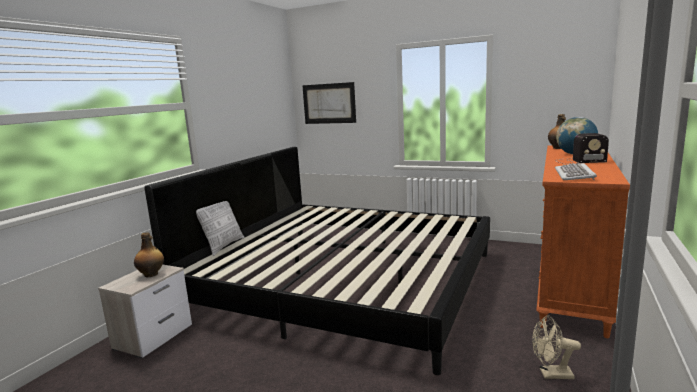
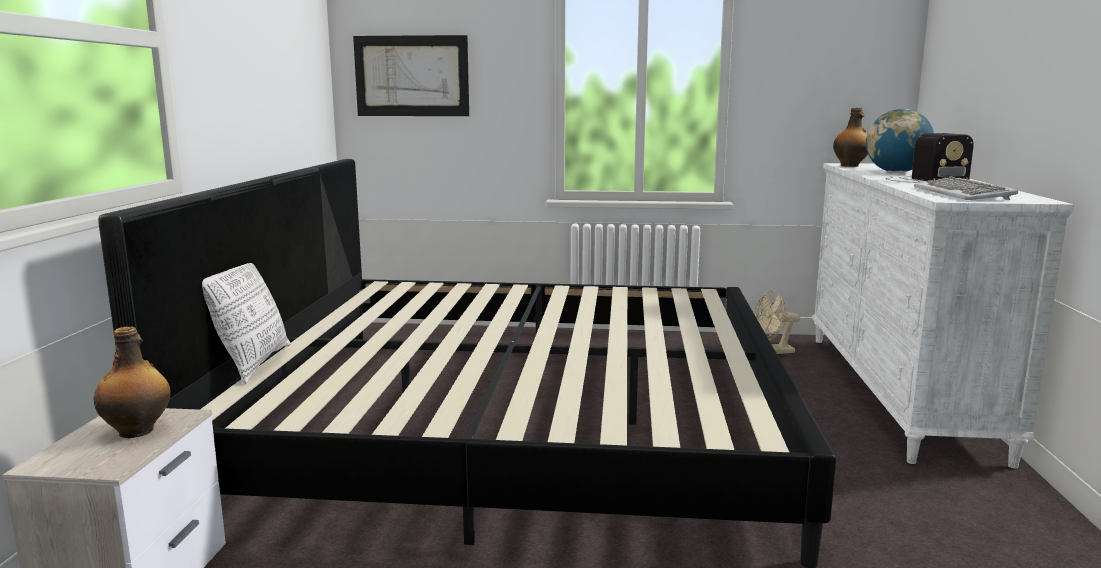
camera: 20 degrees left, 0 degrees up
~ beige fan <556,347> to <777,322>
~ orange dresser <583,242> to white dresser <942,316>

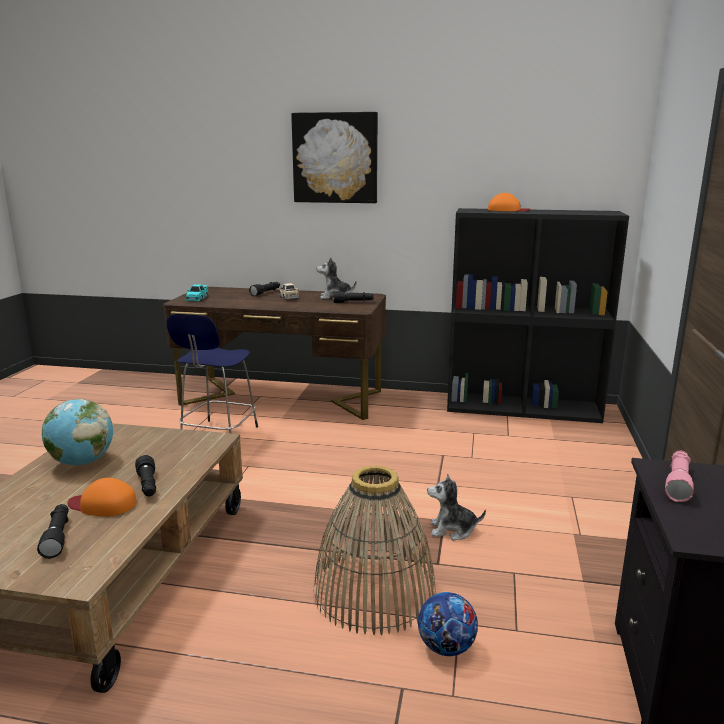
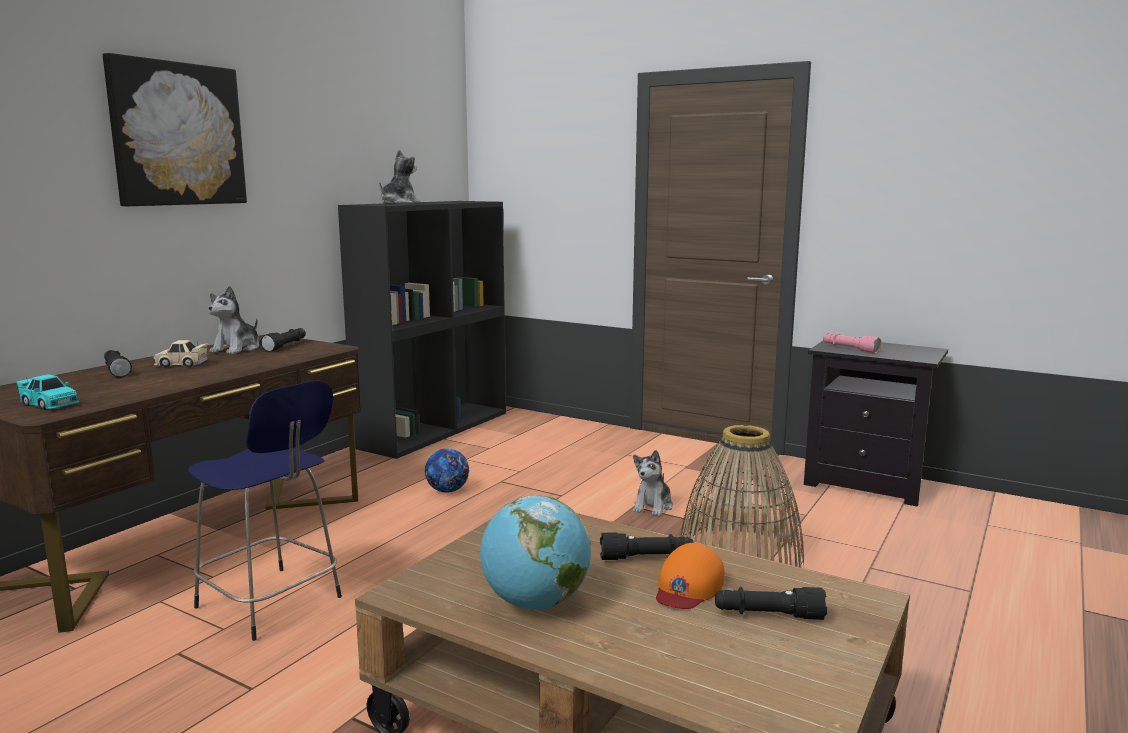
camera: 70 degrees left, 5 degrees down
~ football <448,624> to <447,470>
~ orange cap <509,202> to plush toy <400,177>

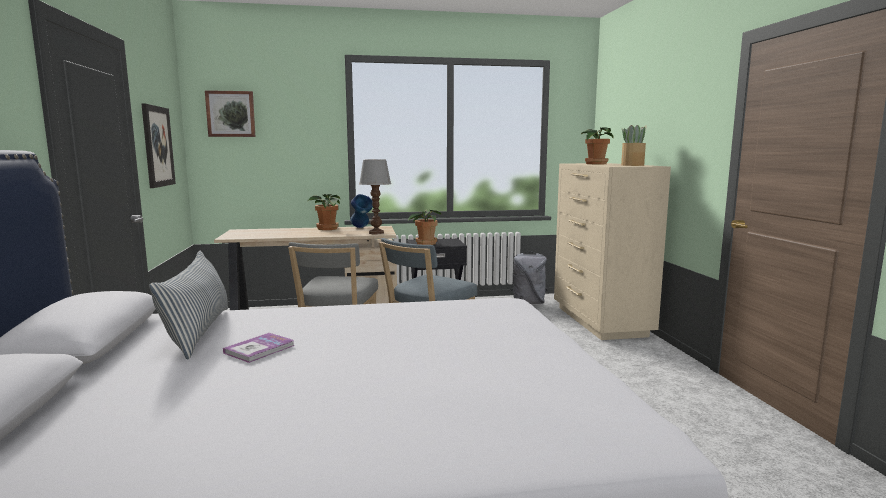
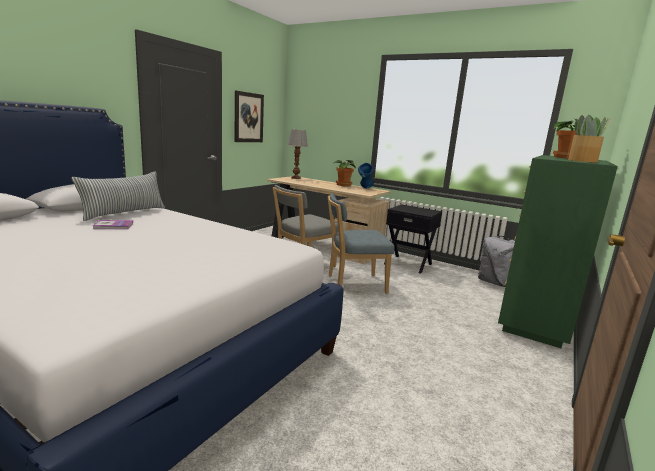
camera: 40 degrees right, 5 degrees up
- picture <230,113>
- potted plant <424,227>
~ table lamp <375,196> to <298,154>
~ beige dresser <612,251> to green dresser <558,251>

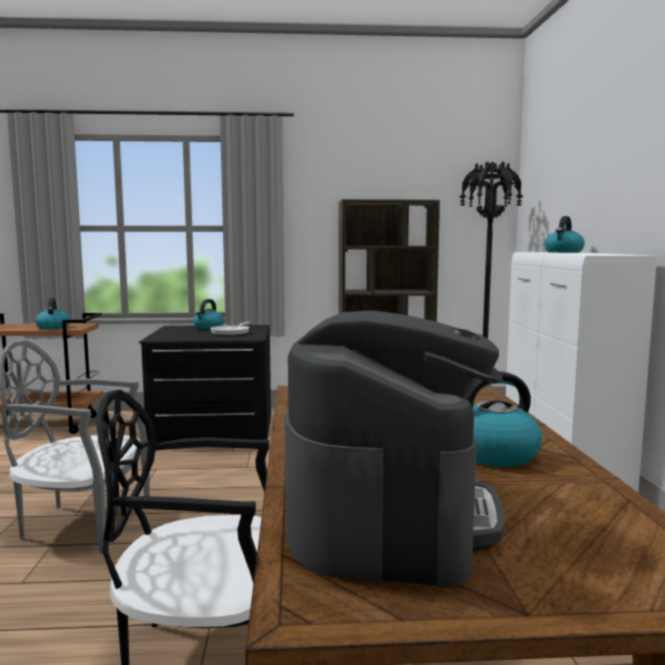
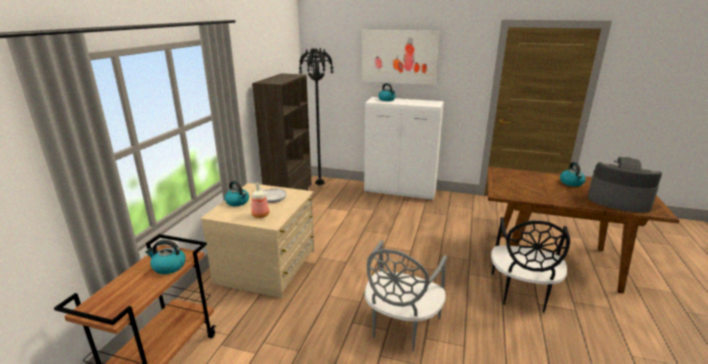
camera: 70 degrees left, 15 degrees up
+ bottle <260,200>
+ picture <400,57>
~ black dresser <205,384> to beige dresser <258,240>

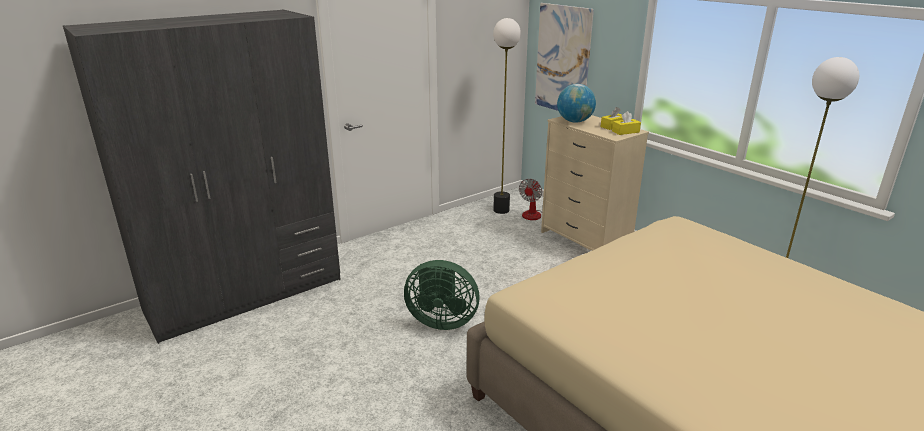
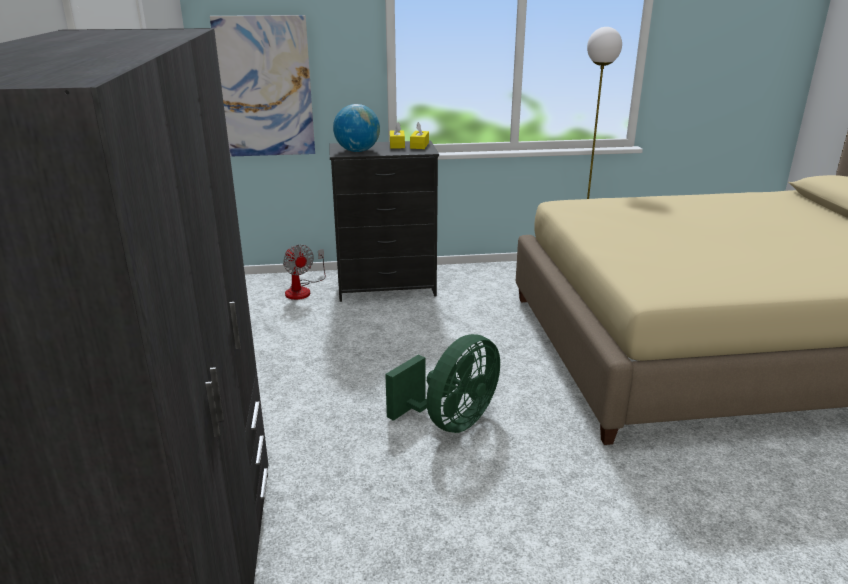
camera: 60 degrees left, 0 degrees up
- floor lamp <507,116>
~ beige dresser <595,183> to black dresser <384,221>

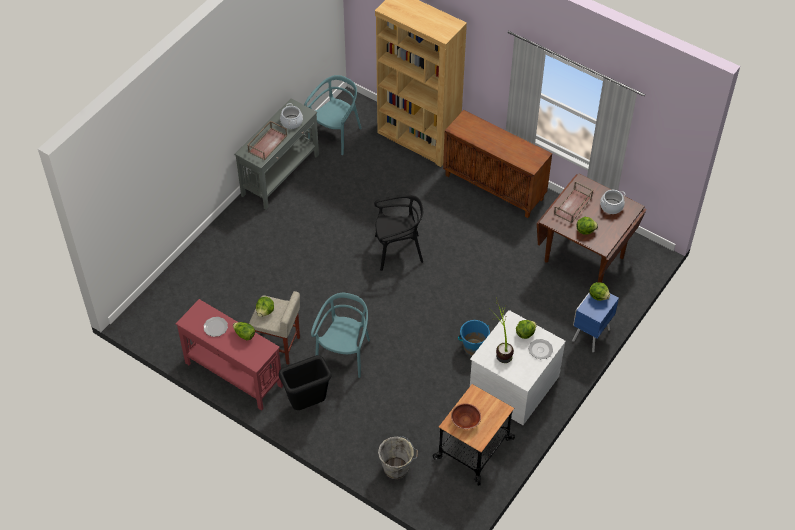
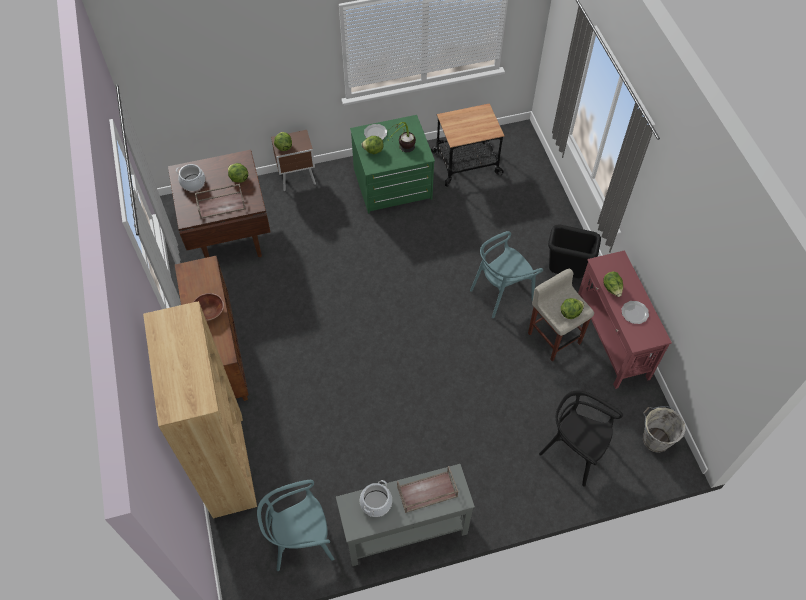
camera: 140 degrees left, 5 degrees up
- blue bucket <474,337>
~ black chair <398,233> to <581,439>
~ grey bucket <398,457> to <664,429>
~ brown bowl <466,416> to <208,307>
~ white dresser <518,367> to green dresser <392,164>
~ blue nightstand <595,322> to brown nightstand <293,160>

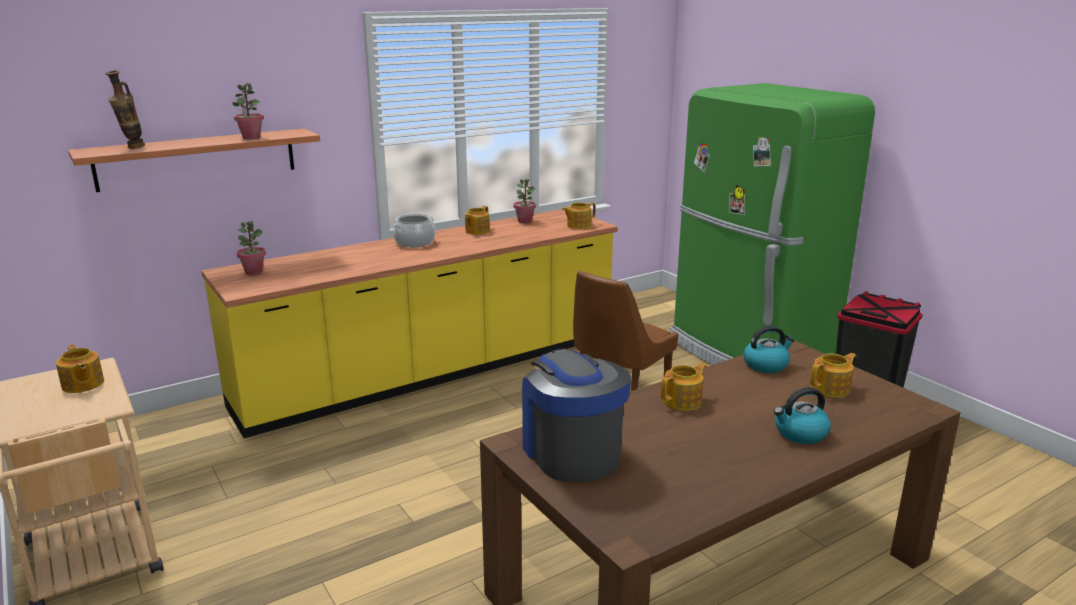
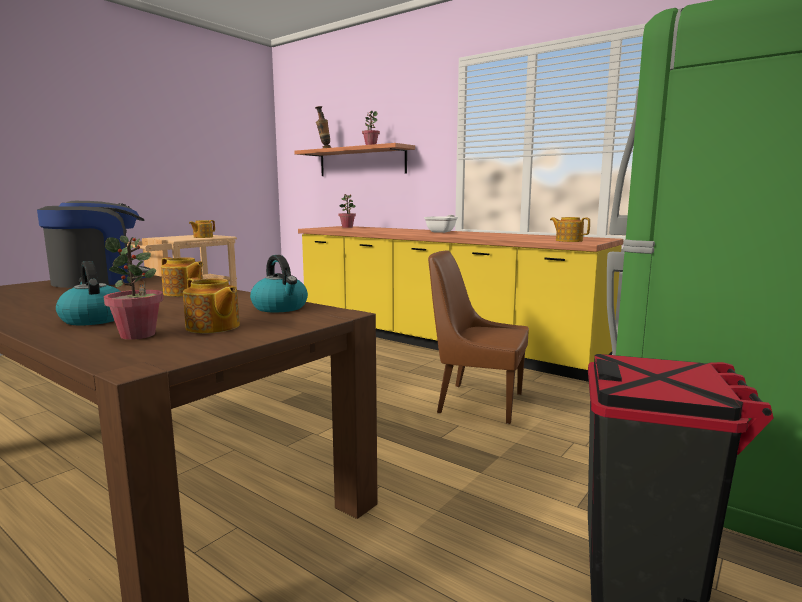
camera: 70 degrees right, 10 degrees down
- teapot <477,220>
~ potted plant <525,201> to <133,288>
~ cooking pot <414,230> to frying pan <441,224>

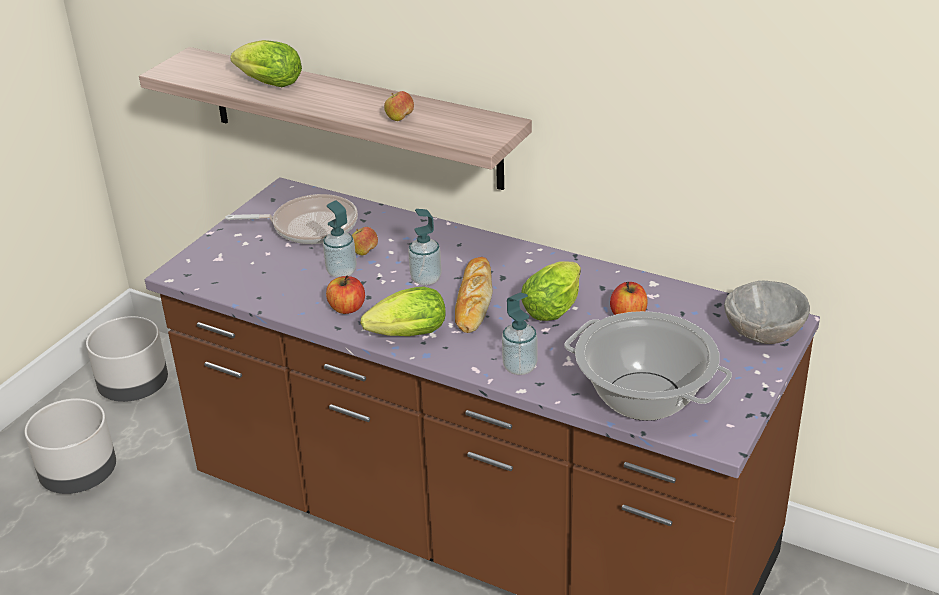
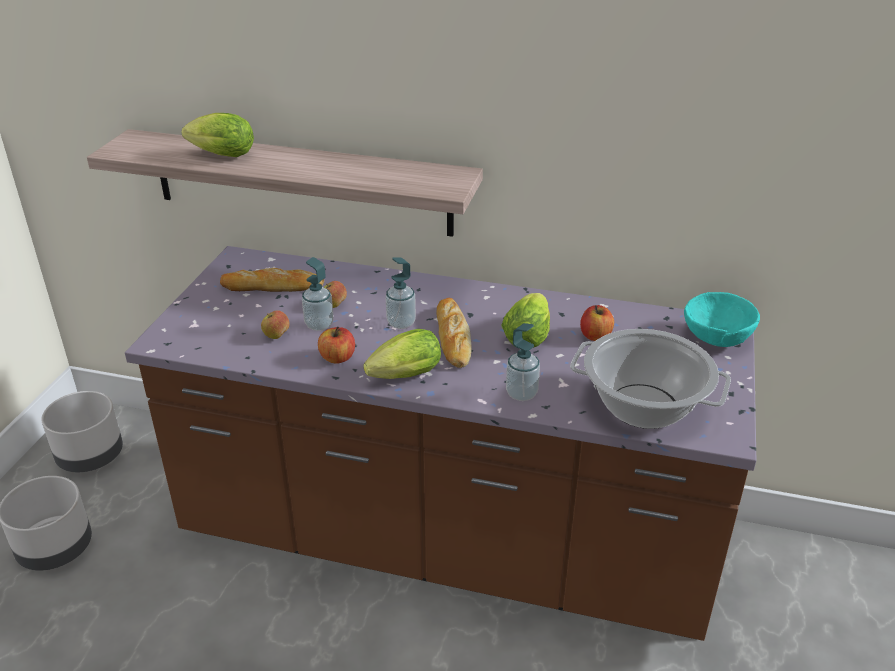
camera: 15 degrees left, 0 degrees up
~ apple <399,106> to <275,324>
~ frying pan <291,219> to bread <272,280>
~ grey bowl <767,312> to turquoise bowl <722,319>

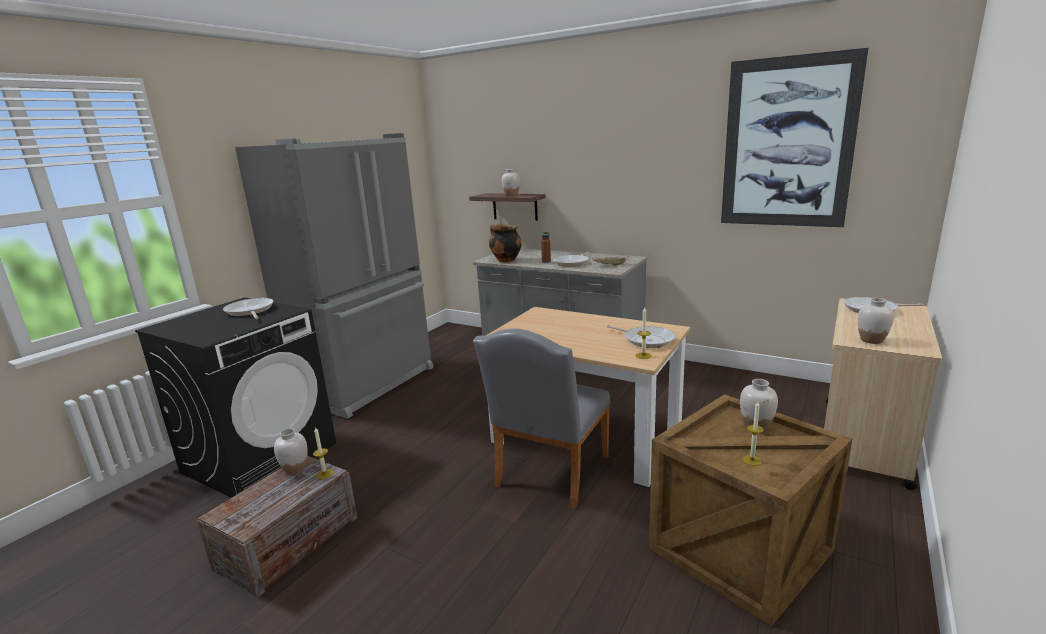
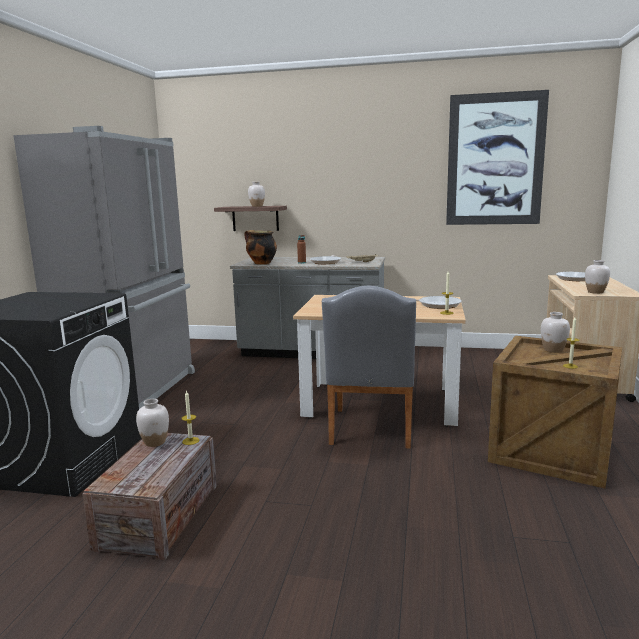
camera: 20 degrees left, 5 degrees down
- frying pan <248,308>

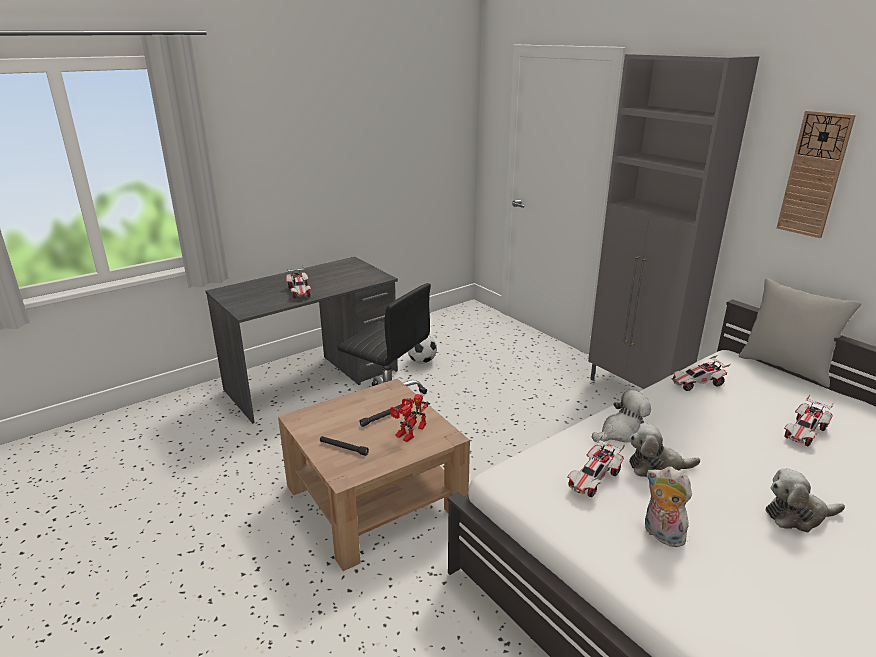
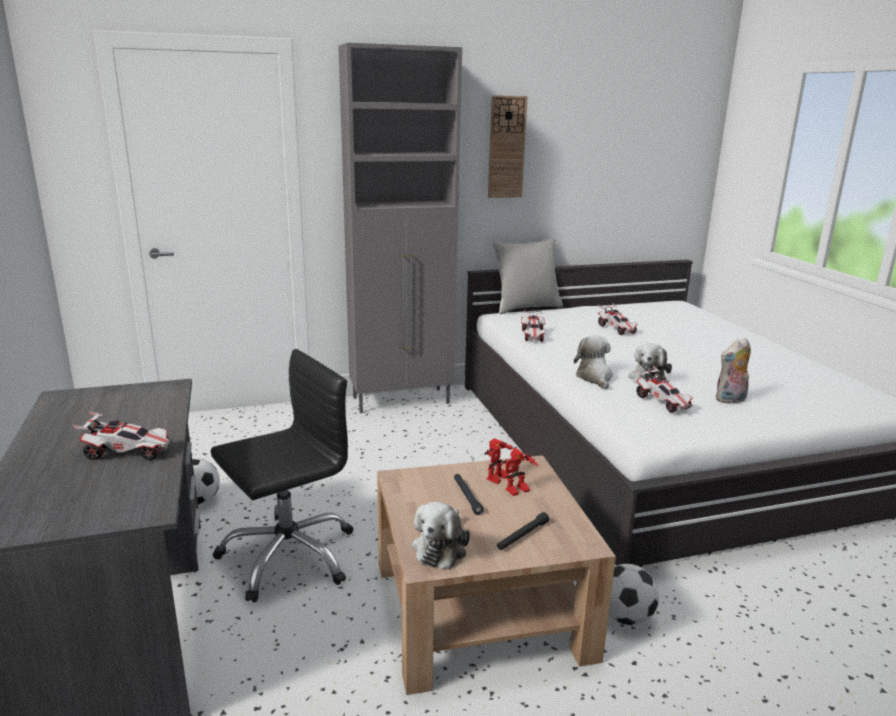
camera: 70 degrees left, 5 degrees down
+ football <634,594>
~ plush toy <805,500> to <441,535>

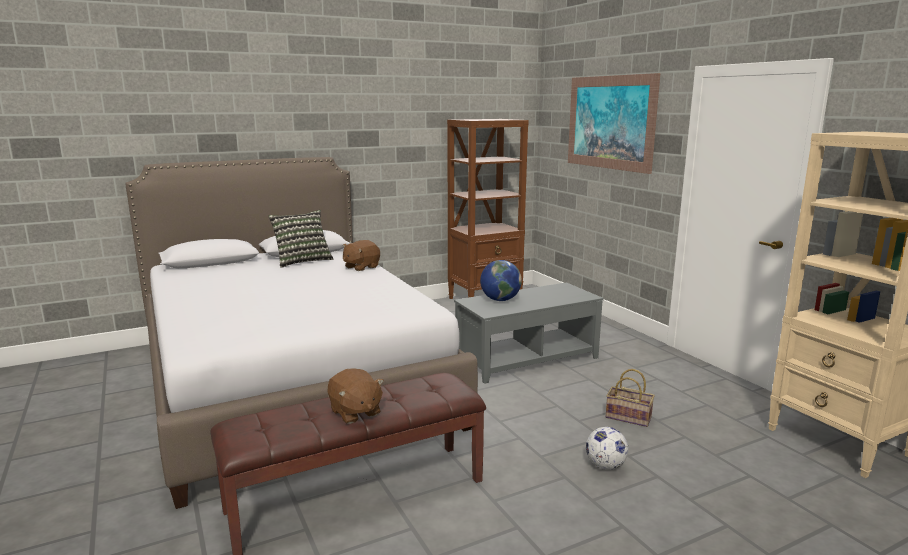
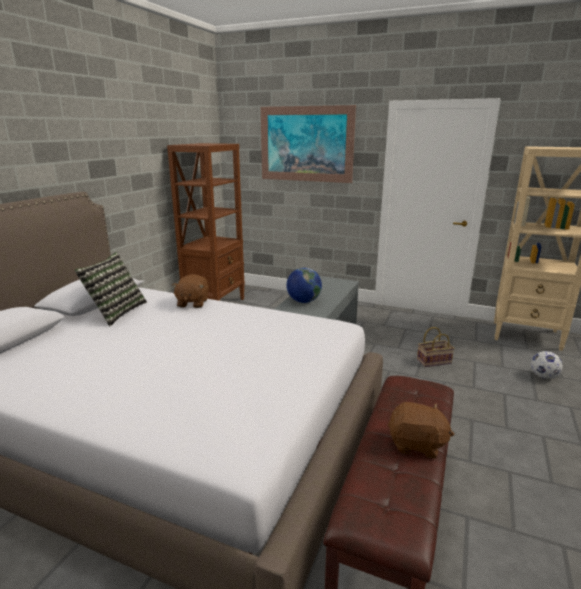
camera: 40 degrees left, 5 degrees up
~ football <607,448> to <547,365>

